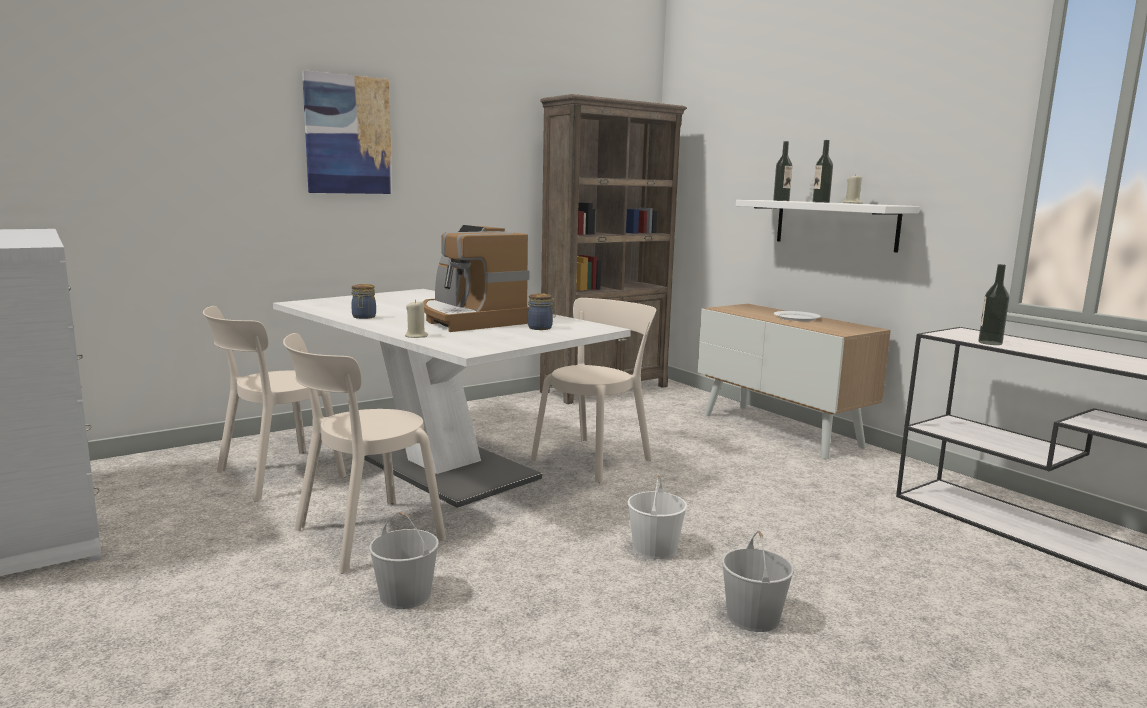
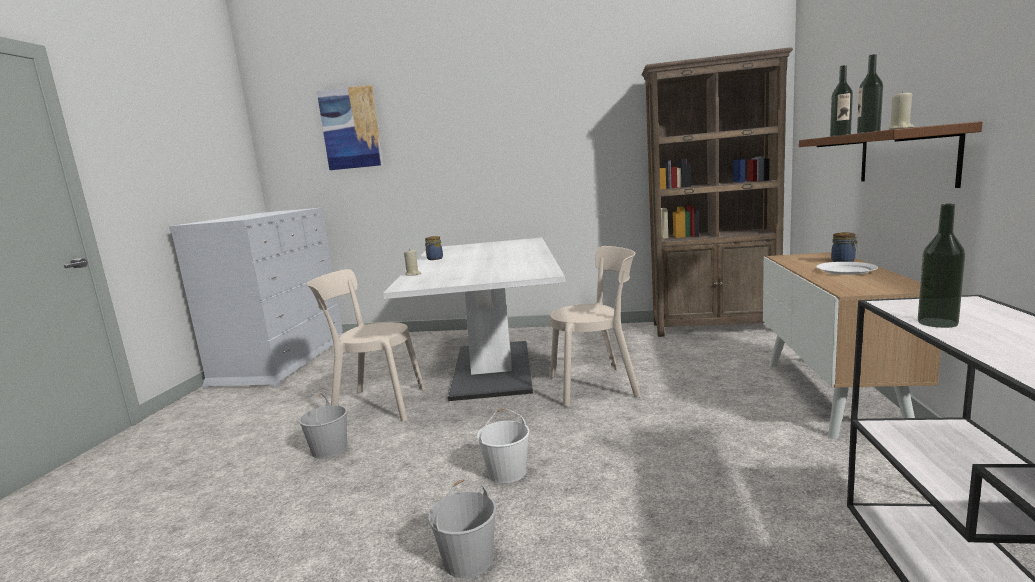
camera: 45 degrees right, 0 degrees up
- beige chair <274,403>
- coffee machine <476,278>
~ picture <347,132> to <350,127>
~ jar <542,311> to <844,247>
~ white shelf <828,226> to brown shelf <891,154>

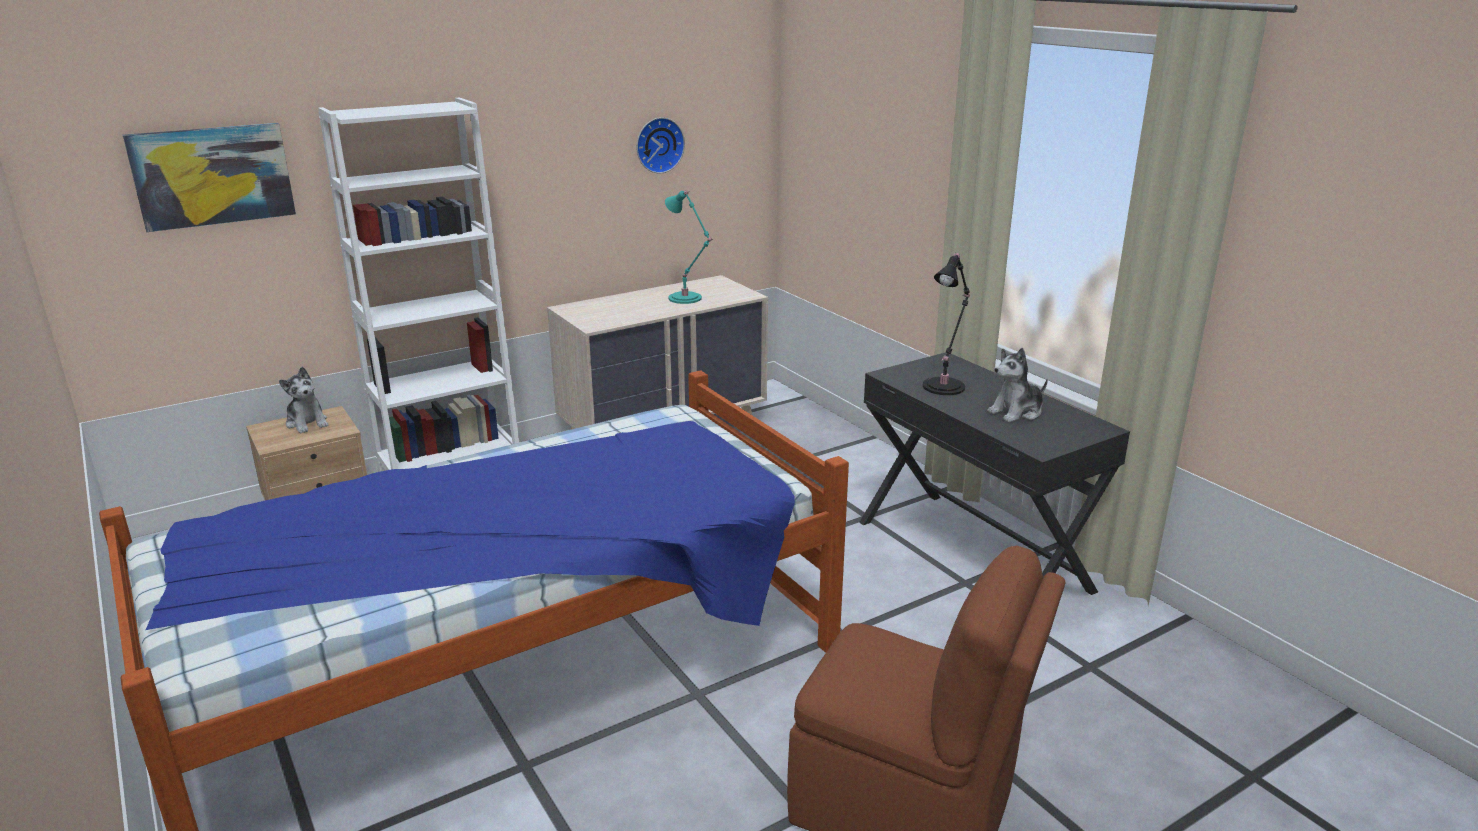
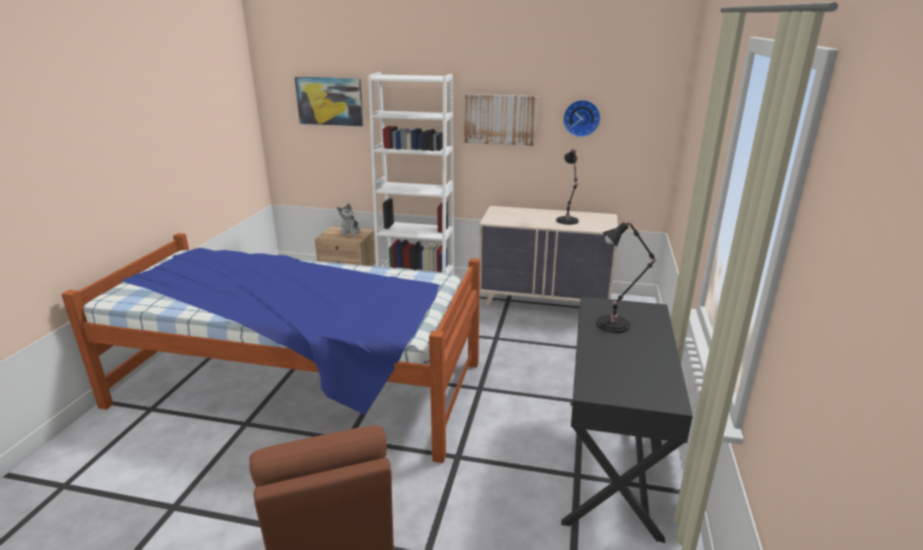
camera: 45 degrees right, 0 degrees up
- plush toy <1017,385>
+ picture <501,120>
~ turquoise table lamp <689,247> to black table lamp <567,187>

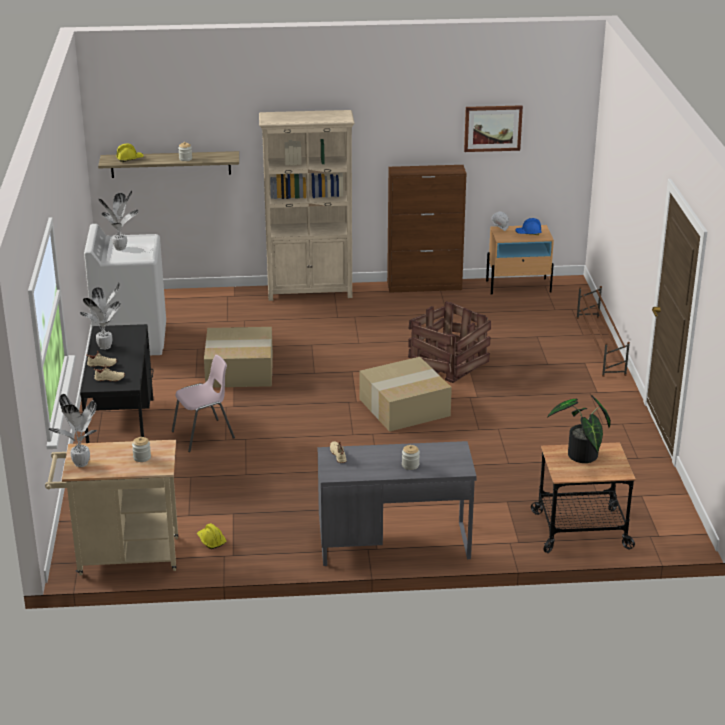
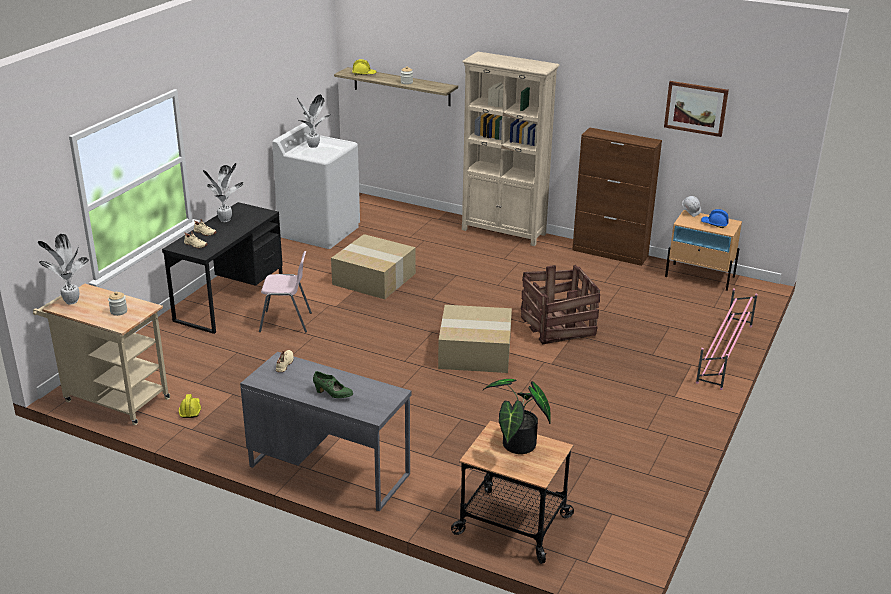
camera: 30 degrees right, 0 degrees up
~ jar <411,457> to green shoe <333,384>
~ brown shoe rack <603,331> to pink shoe rack <727,339>

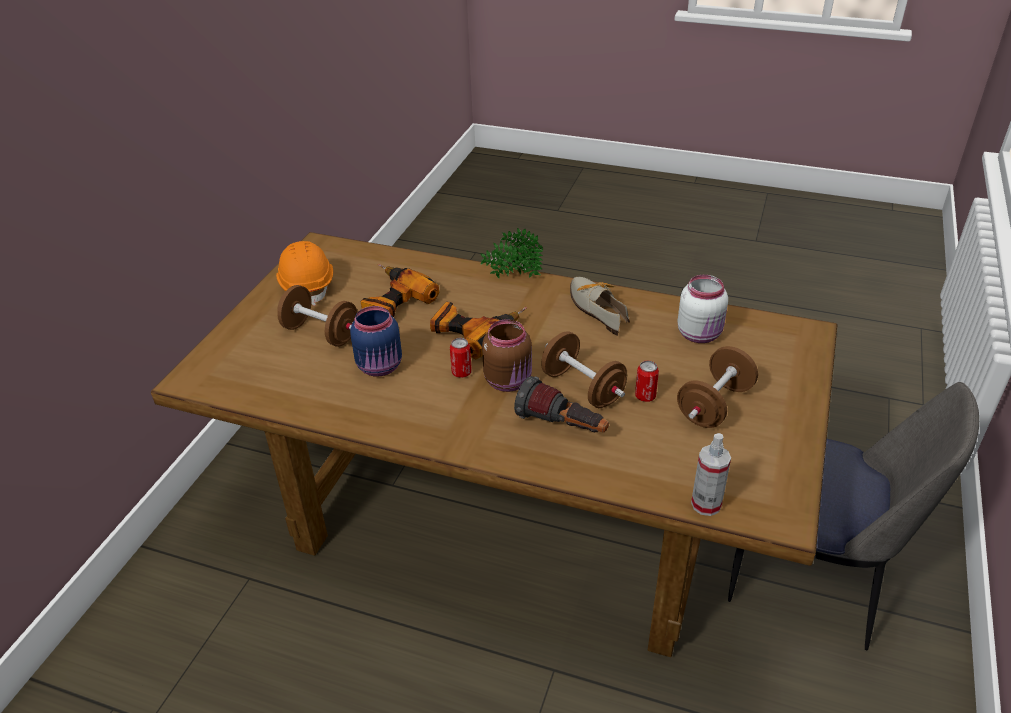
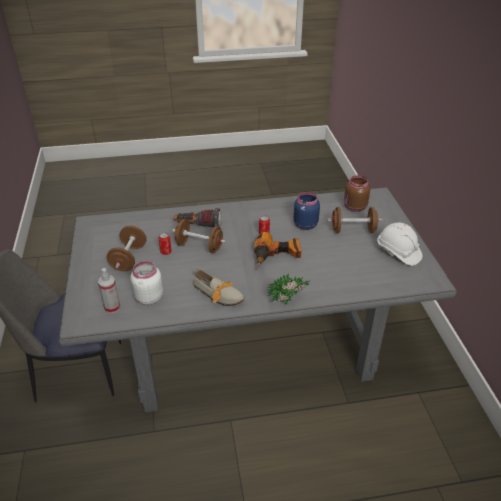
camera: 150 degrees right, 0 degrees up
- power drill <400,290>
~ brown jar <507,355> to <357,193>
~ spray bottle <711,474> to <109,290>
~ brown dining table <494,444> to grey dining table <258,299>
~ orange hard hat <304,273> to white hard hat <399,244>

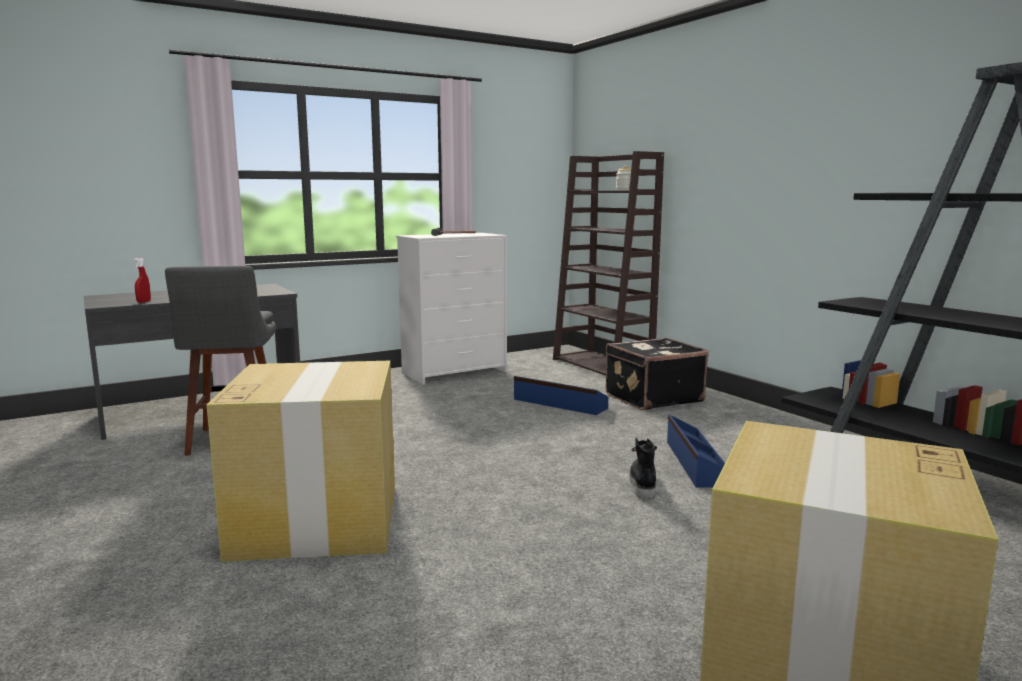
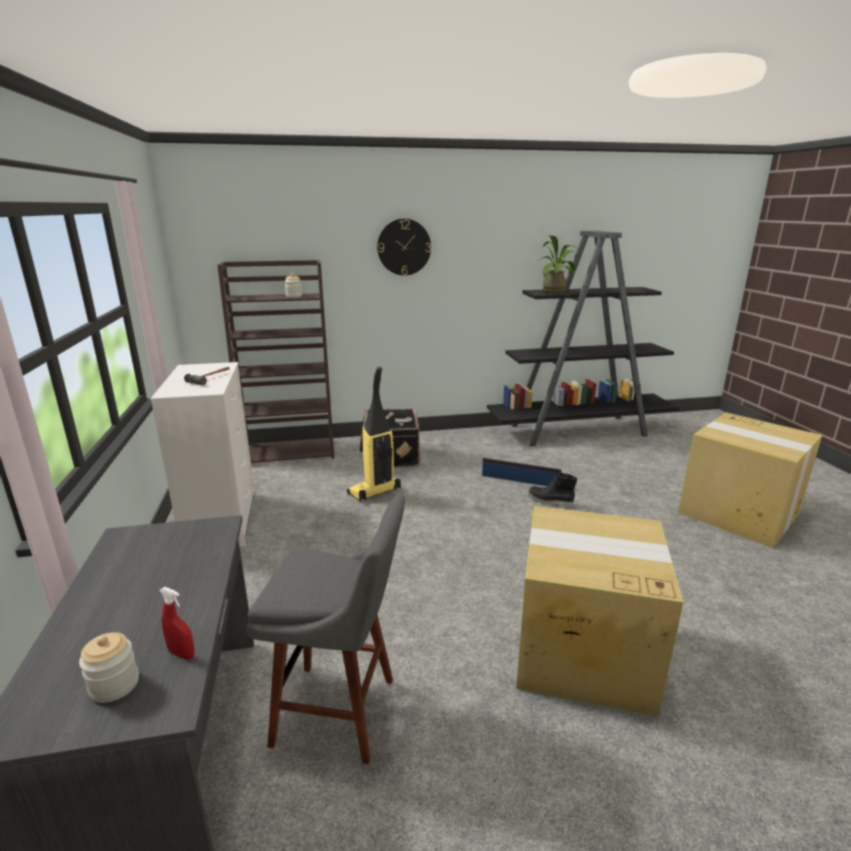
camera: 70 degrees left, 10 degrees up
+ jar <109,667>
+ wall clock <404,247>
+ potted plant <556,264>
~ blue storage box <561,395> to vacuum cleaner <374,434>

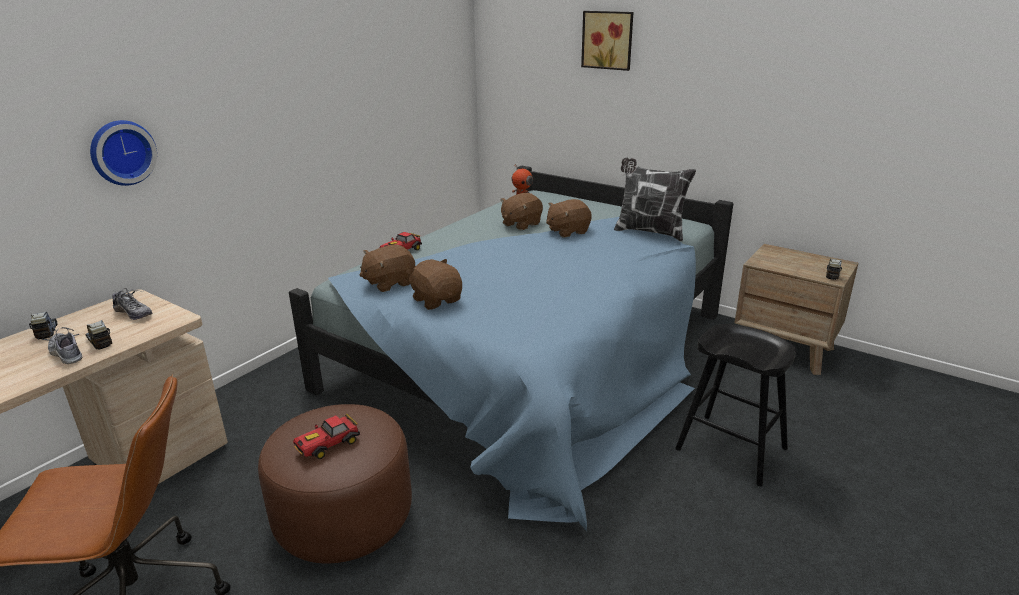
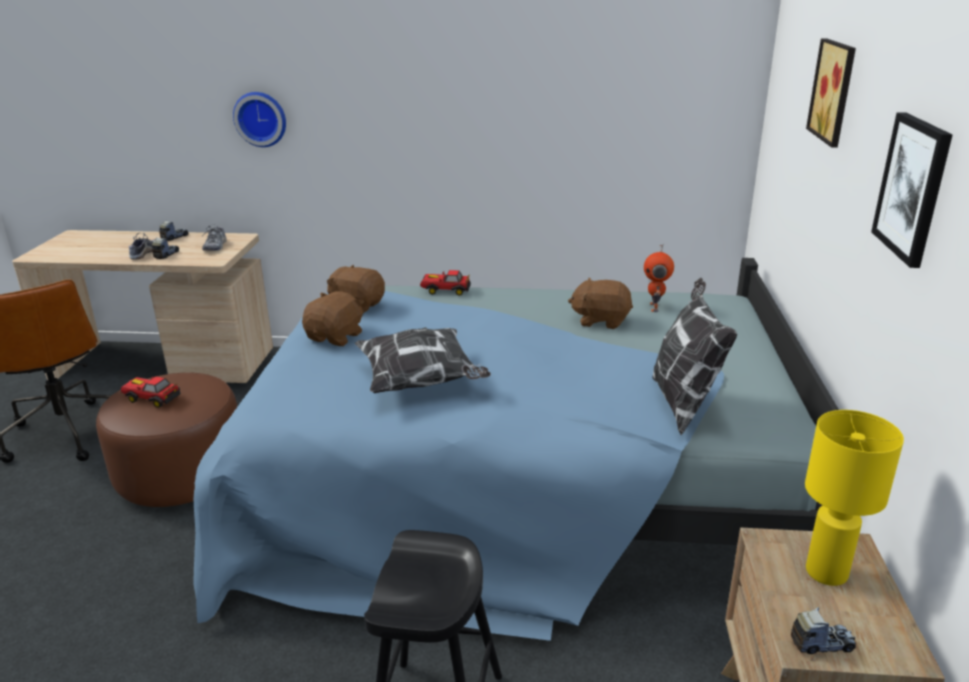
camera: 60 degrees right, 0 degrees up
- brown plush toy <569,218>
+ pillow <423,360>
+ yellow table lamp <854,498>
+ picture <912,190>

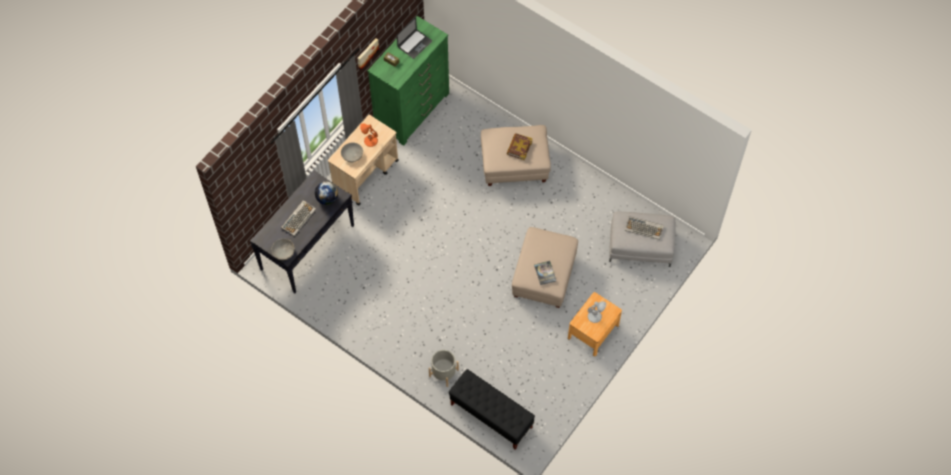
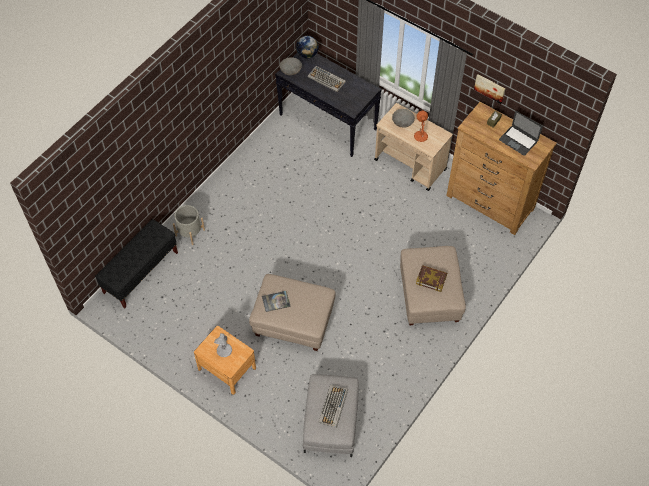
camera: 90 degrees right, 5 degrees down
~ globe <326,193> to <307,47>
~ green dresser <408,81> to brown dresser <501,168>

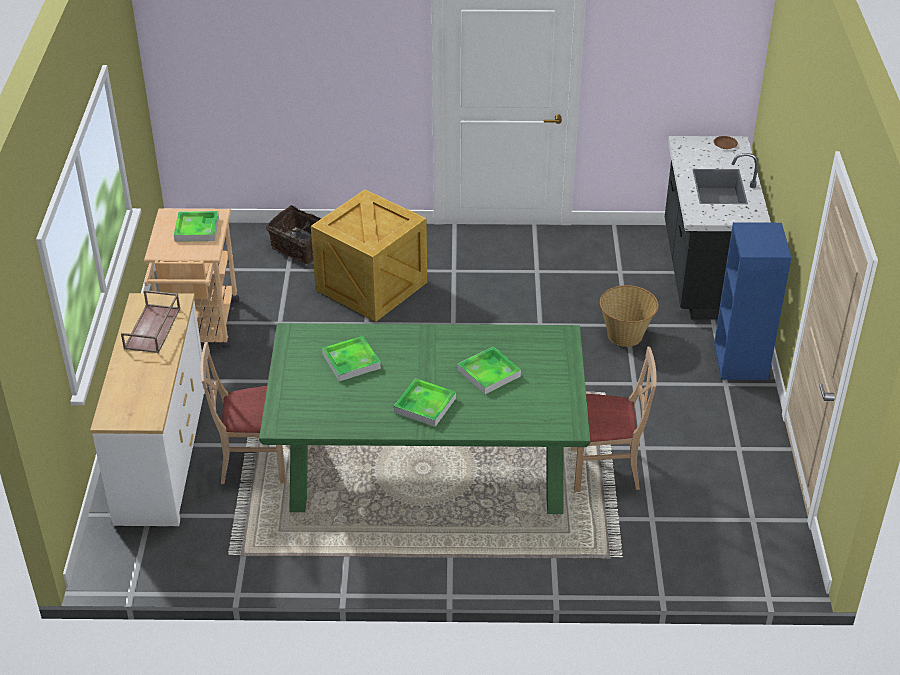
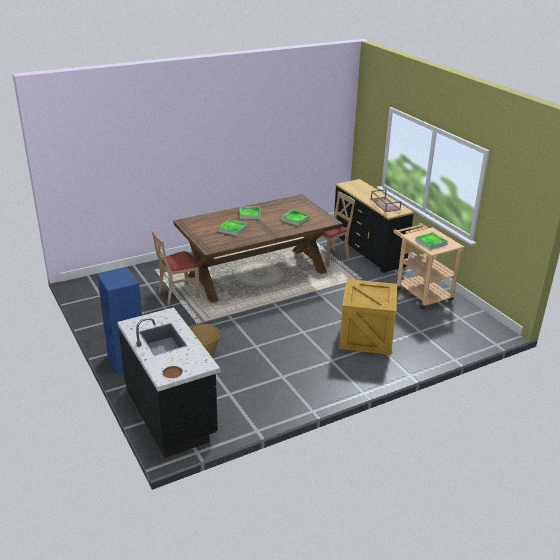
camera: 150 degrees right, 10 degrees down
- basket <294,234>
~ white dresser <148,410> to black dresser <374,226>
~ green dining table <424,418> to brown dining table <258,248>

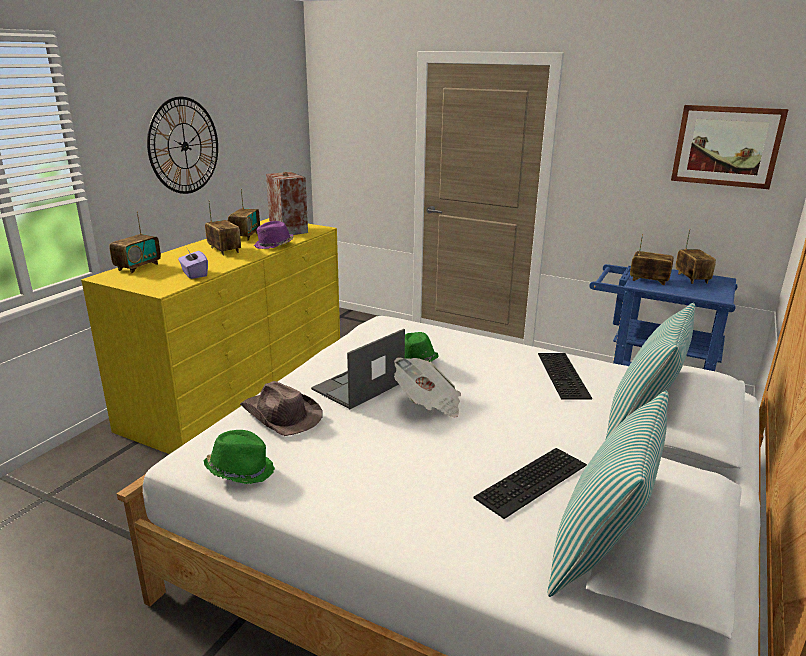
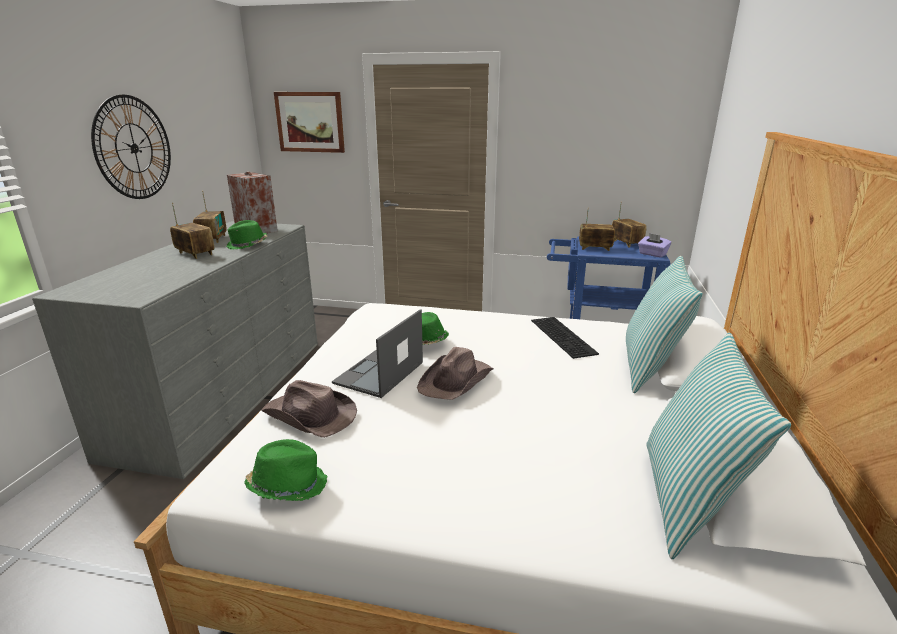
camera: 15 degrees left, 0 degrees up
- radio <135,243>
- keyboard <530,483>
~ purple tissue box <193,263> to <654,245>
~ picture <729,147> to <309,122>
~ newspaper <427,387> to brown hat <455,373>
~ yellow dresser <210,336> to grey dresser <175,350>
~ purple hat <274,235> to green hat <247,235>

